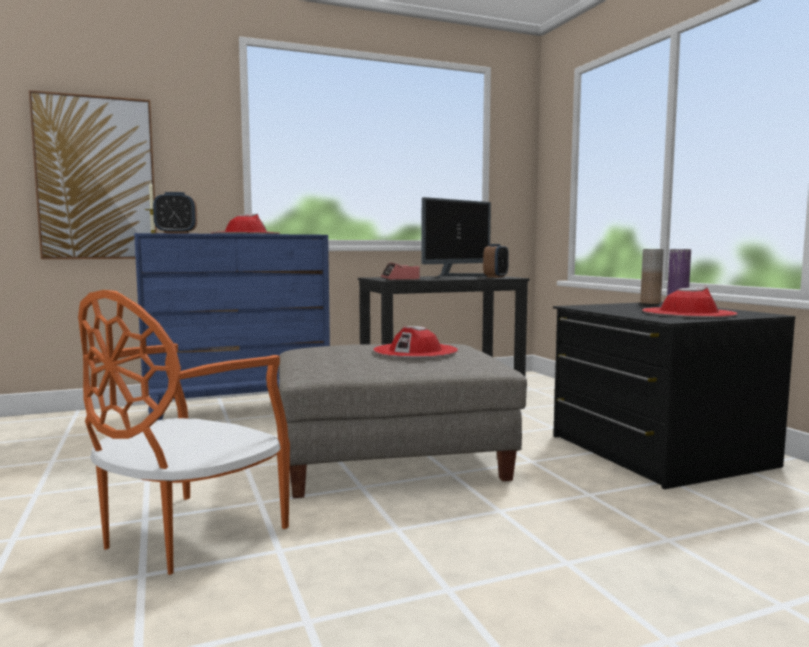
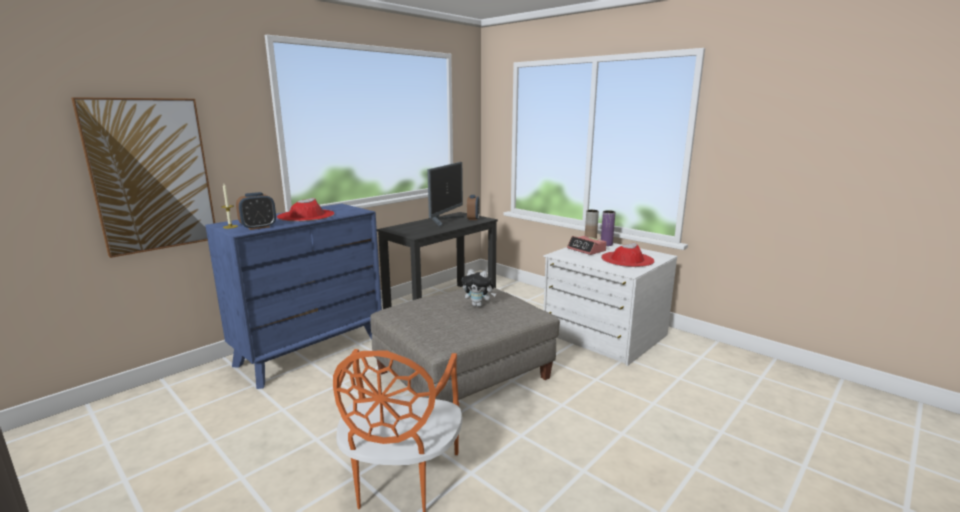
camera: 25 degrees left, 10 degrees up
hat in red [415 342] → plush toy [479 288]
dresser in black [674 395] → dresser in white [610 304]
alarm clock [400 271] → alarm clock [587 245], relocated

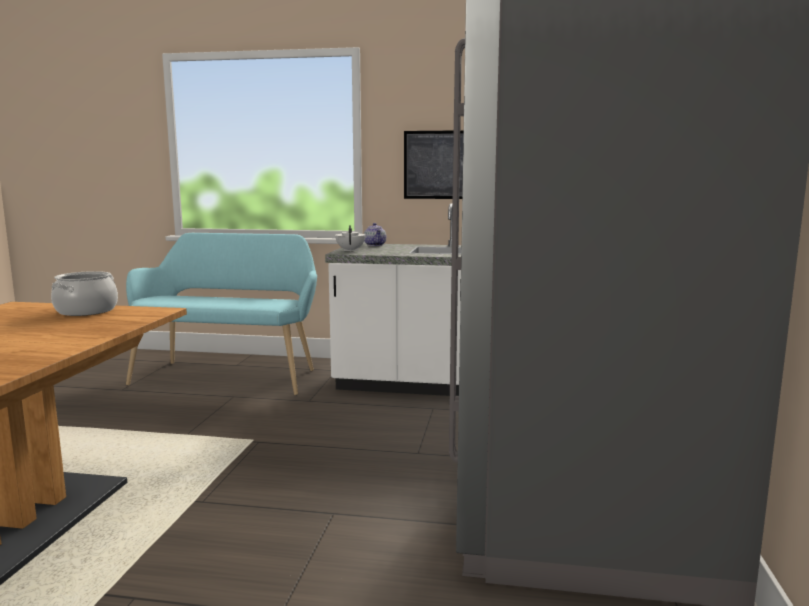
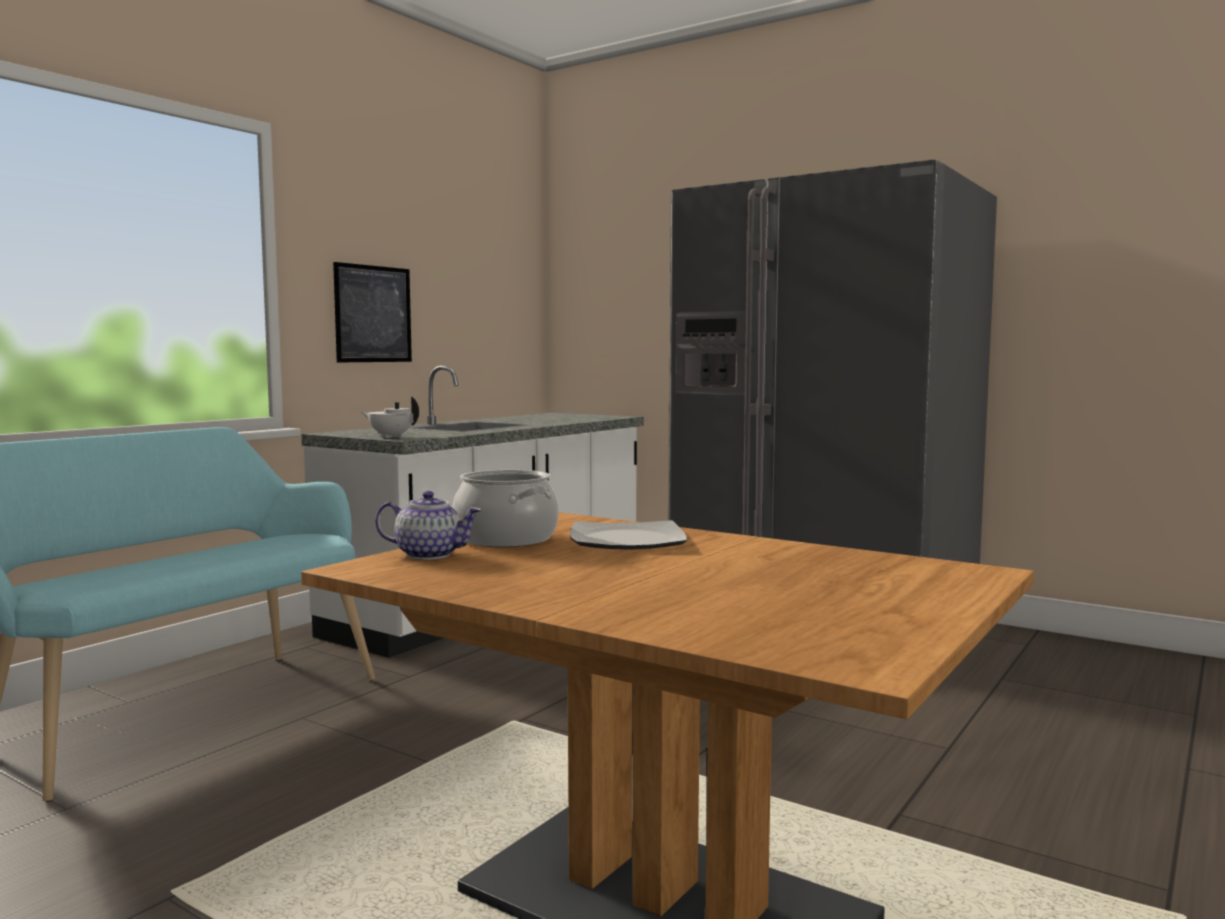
camera: 65 degrees left, 5 degrees down
teapot [375 234] → teapot [428 525], relocated
- → plate [628 535]

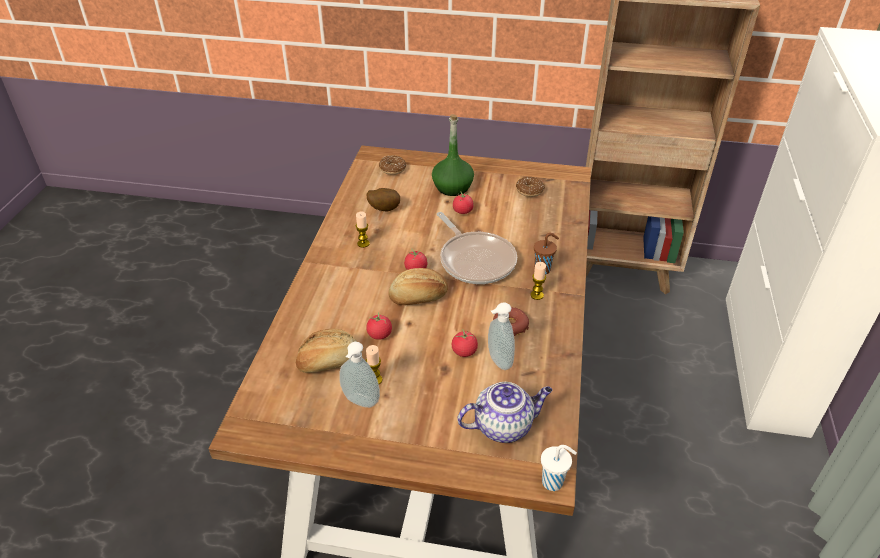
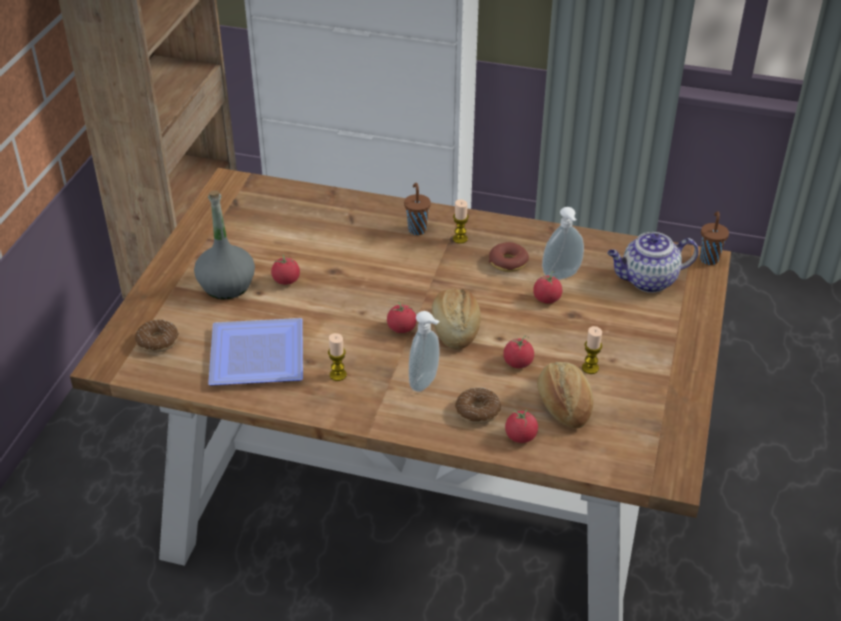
camera: 85 degrees left, 0 degrees up
bottle in green [453 155] → bottle in grey [224 245]
potato [383 199] → plate [255 351]
soap dispenser [359 375] → soap dispenser [424 351], relocated
donut [530 187] → donut [478 406], relocated
- → tomato [521 426]
teapot [504 412] → teapot [653 262], 90 degrees counterclockwise
cup in white [559 468] → cup in brown [714 238]
frying pan [477 248] → -

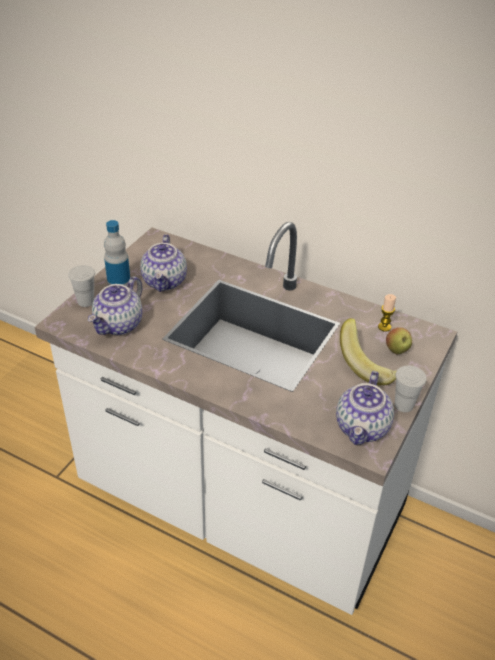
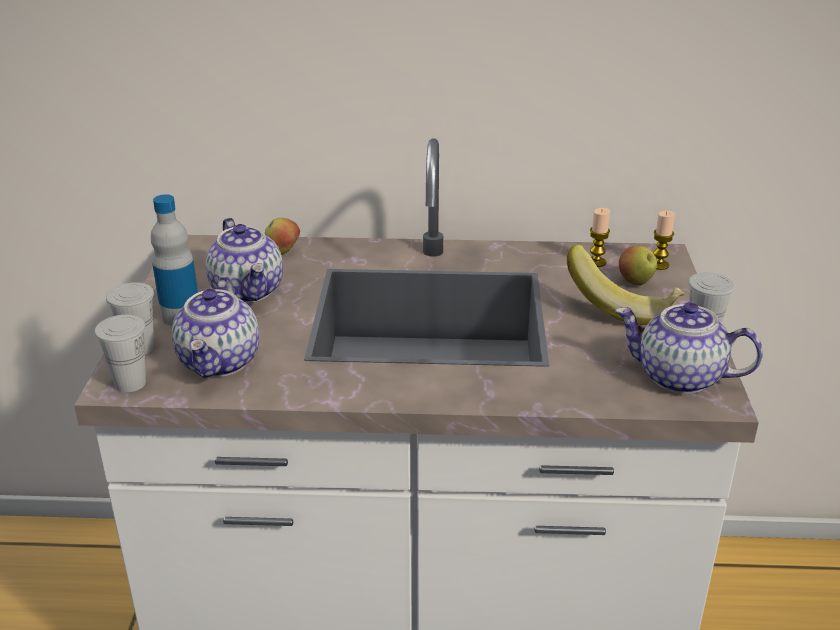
camera: 25 degrees left, 10 degrees down
- → cup in white [120 353]
- → apple [282 236]
teapot [365 408] → teapot [689 348], 120 degrees clockwise
- → candle [664 240]

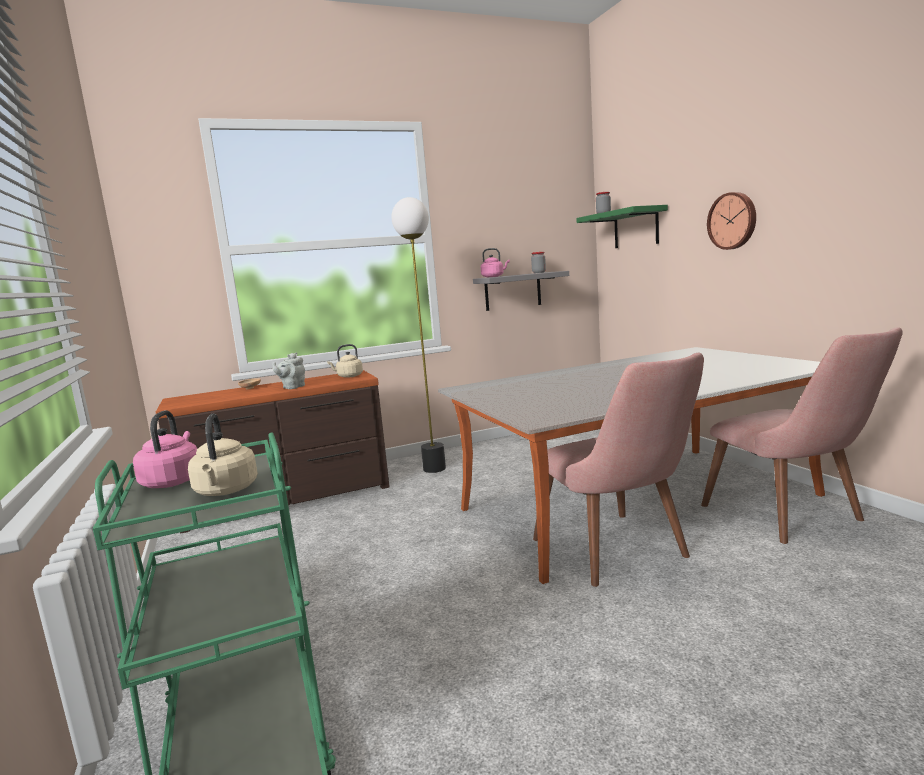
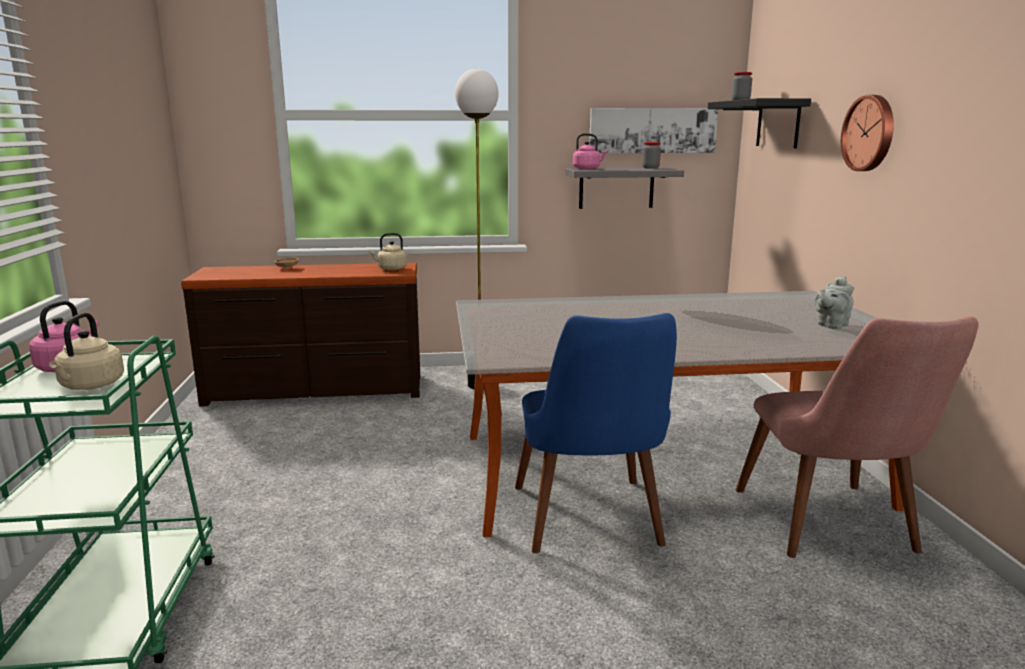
camera: 15 degrees right, 5 degrees up
chair in pink [618 470] → chair in blue [596 433]
- → picture [653 130]
shelf in green [622 226] → shelf in black [759 123]
teapot in grey [288 371] → teapot in grey [834 302], relocated

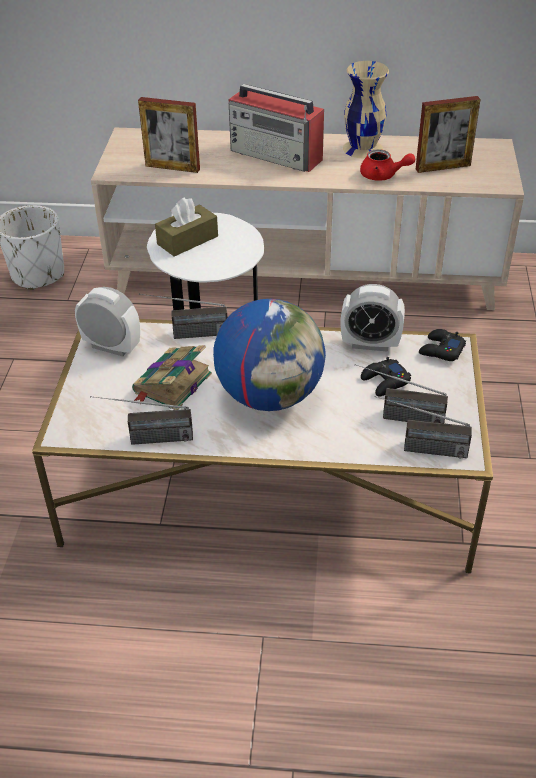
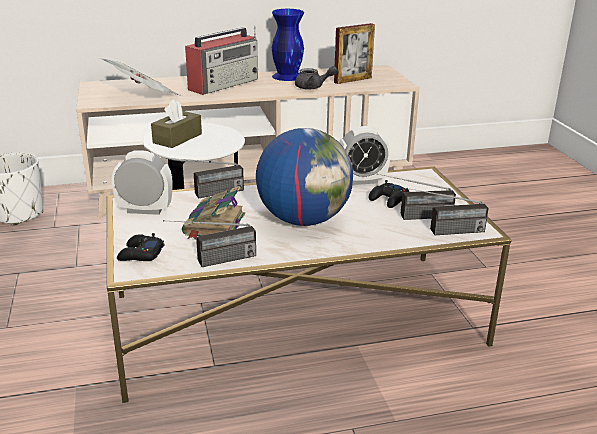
camera: 20 degrees left, 15 degrees down
picture frame [169 135] → newspaper [139 76]
game controller in black [442 345] → game controller in black [140 247], relocated
radio [276 128] → radio [221 60], 60 degrees counterclockwise
vase in beige [366 109] → vase in blue [288 45]
teapot in red [387 165] → teapot in grey [316 78]

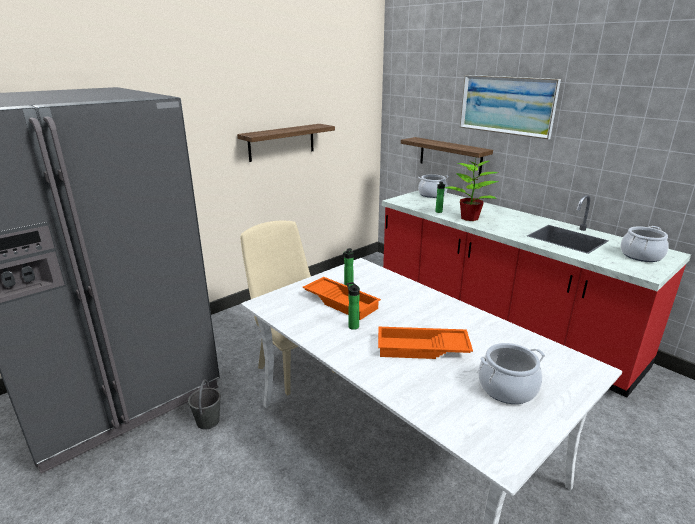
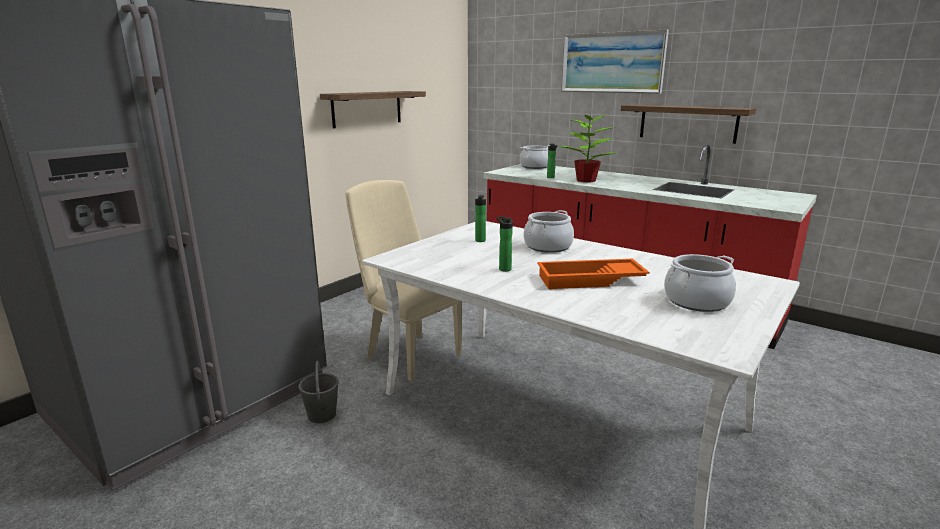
camera: 10 degrees left, 5 degrees down
cooking pot [645 244] → cooking pot [549 231], relocated
shelf [447 156] → shelf [688 124], relocated
tray in orange [342 298] → -

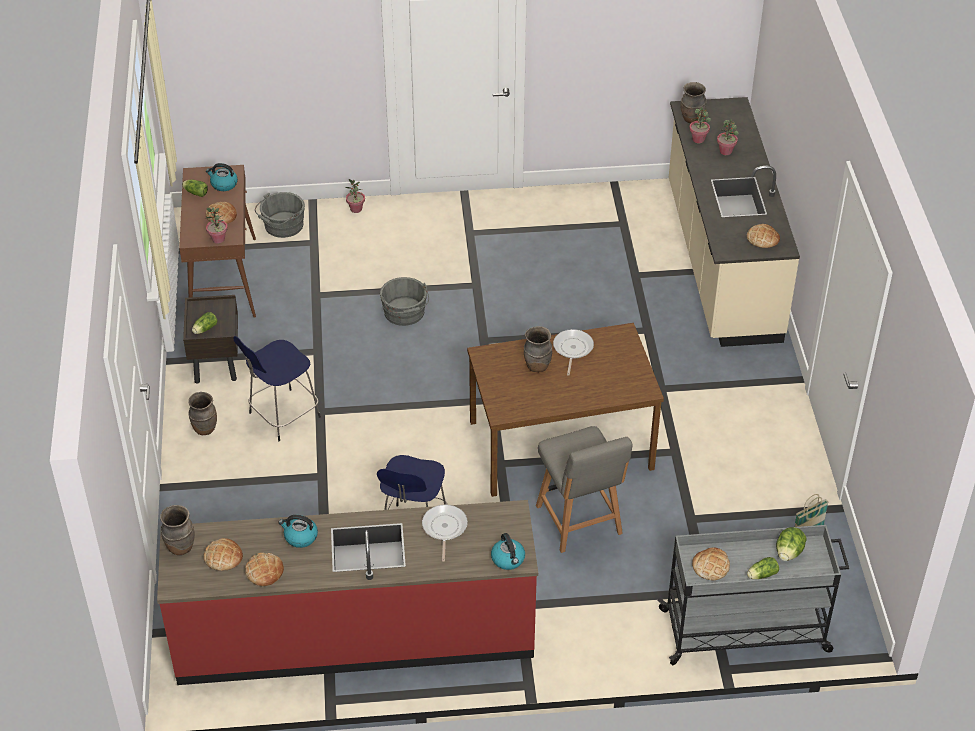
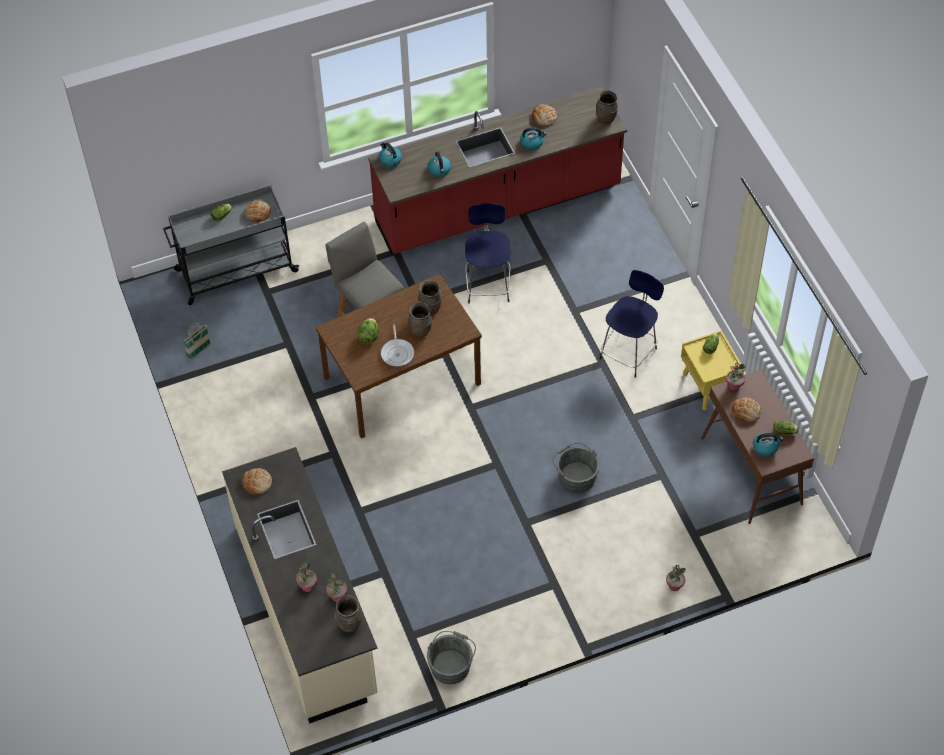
camera: 165 degrees right, 10 degrees up
lettuce [791 544] → lettuce [368 331], relocated
vase in brown [202 414] → vase in brown [430 297], relocated
bucket in grey [280 215] → bucket in grey [451 657], relocated
frying pan [445 533] → kettle [439 164]
nightstand in brown [210 339] → nightstand in yellow [712 370]
bread [223 554] → -

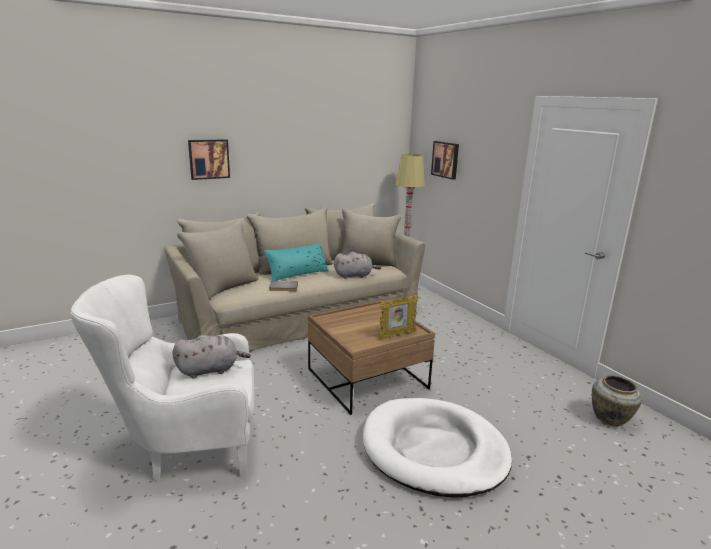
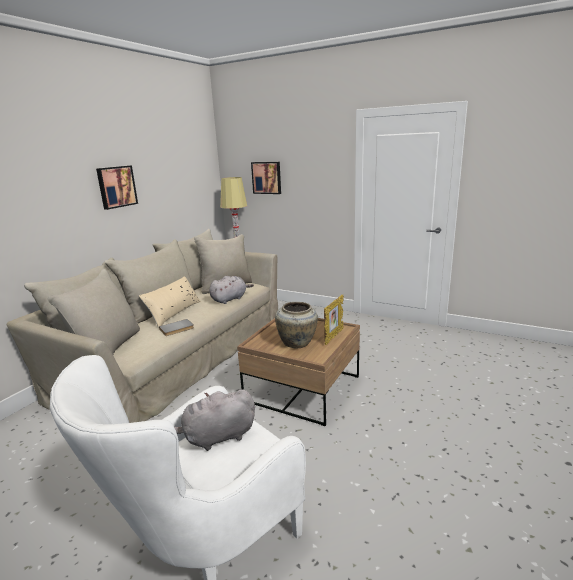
camera: 30 degrees left, 0 degrees up
picture [209 159] → picture [117 187], relocated
pillow in turquoise [296 262] → pillow in beige [170 302]
plush toy in grey [211 357] → plush toy in grey [214 420], 150 degrees counterclockwise
vase in beige [617 400] → vase in beige [296 325], relocated
dog bed in white [437 448] → -

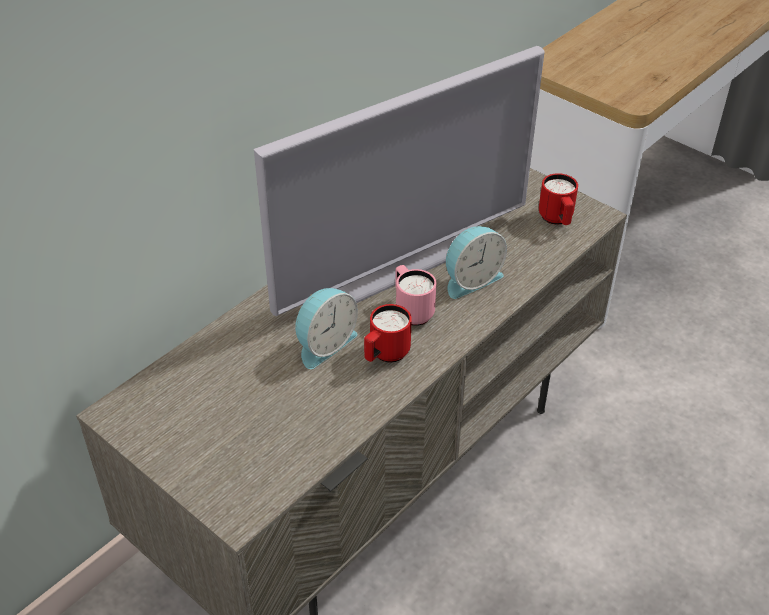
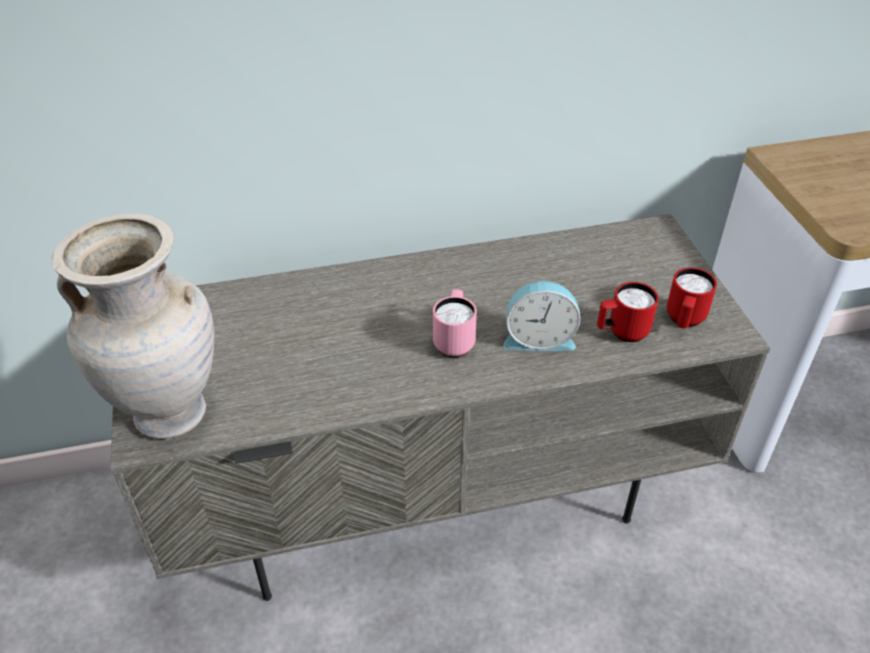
camera: 35 degrees right, 0 degrees up
- → vase in beige [133 326]
mug in red [388 333] → mug in red [628 312], relocated
television [399 181] → -
alarm clock [326 328] → -

